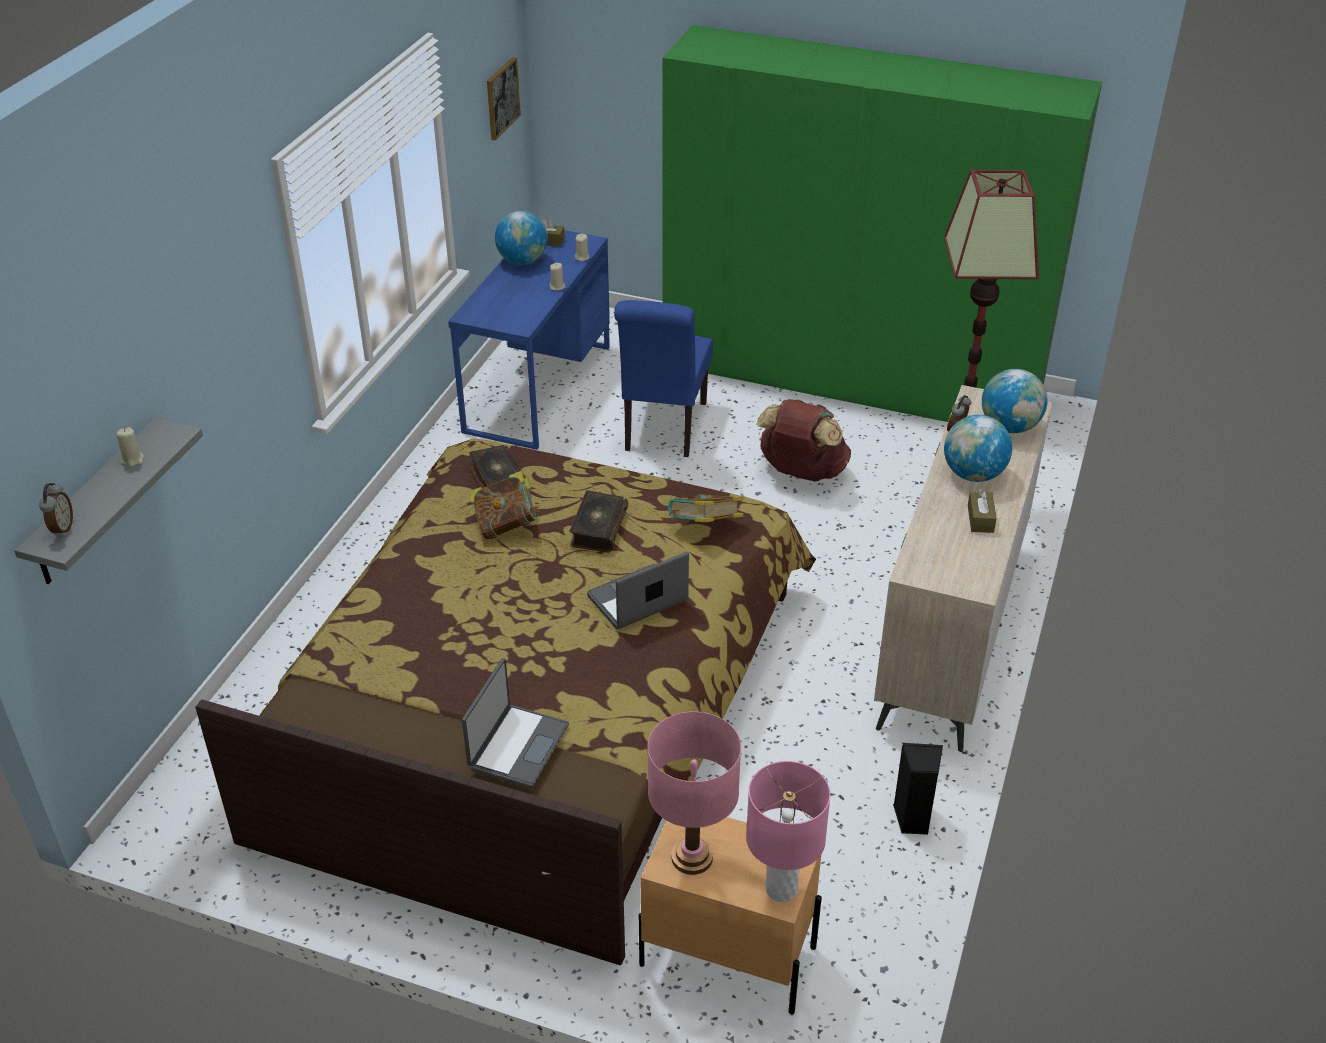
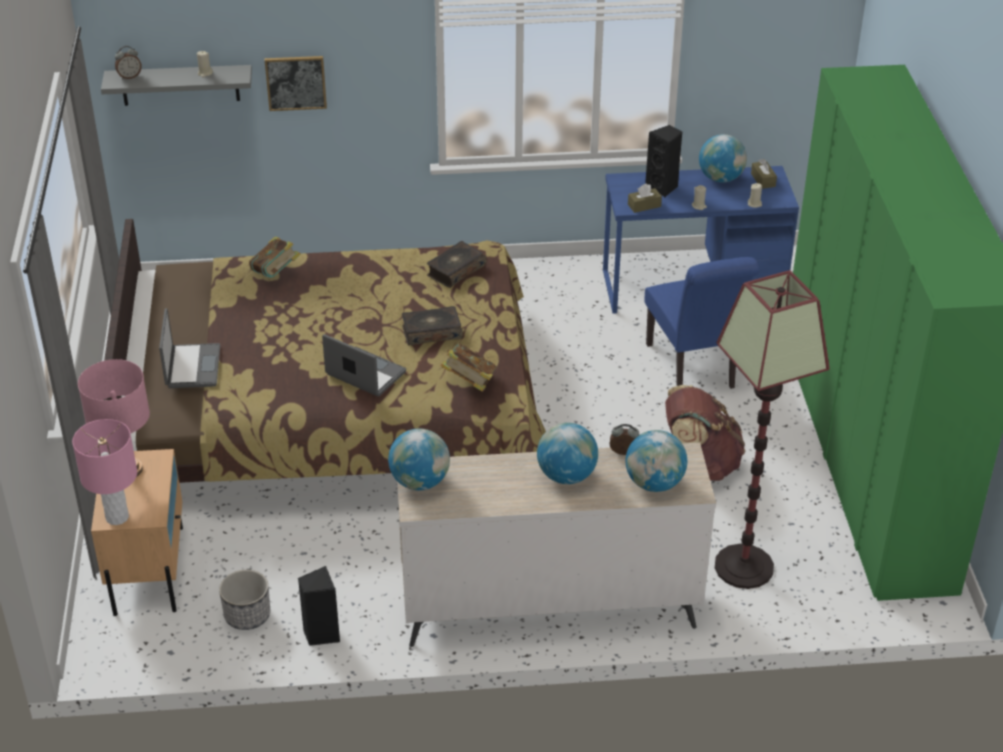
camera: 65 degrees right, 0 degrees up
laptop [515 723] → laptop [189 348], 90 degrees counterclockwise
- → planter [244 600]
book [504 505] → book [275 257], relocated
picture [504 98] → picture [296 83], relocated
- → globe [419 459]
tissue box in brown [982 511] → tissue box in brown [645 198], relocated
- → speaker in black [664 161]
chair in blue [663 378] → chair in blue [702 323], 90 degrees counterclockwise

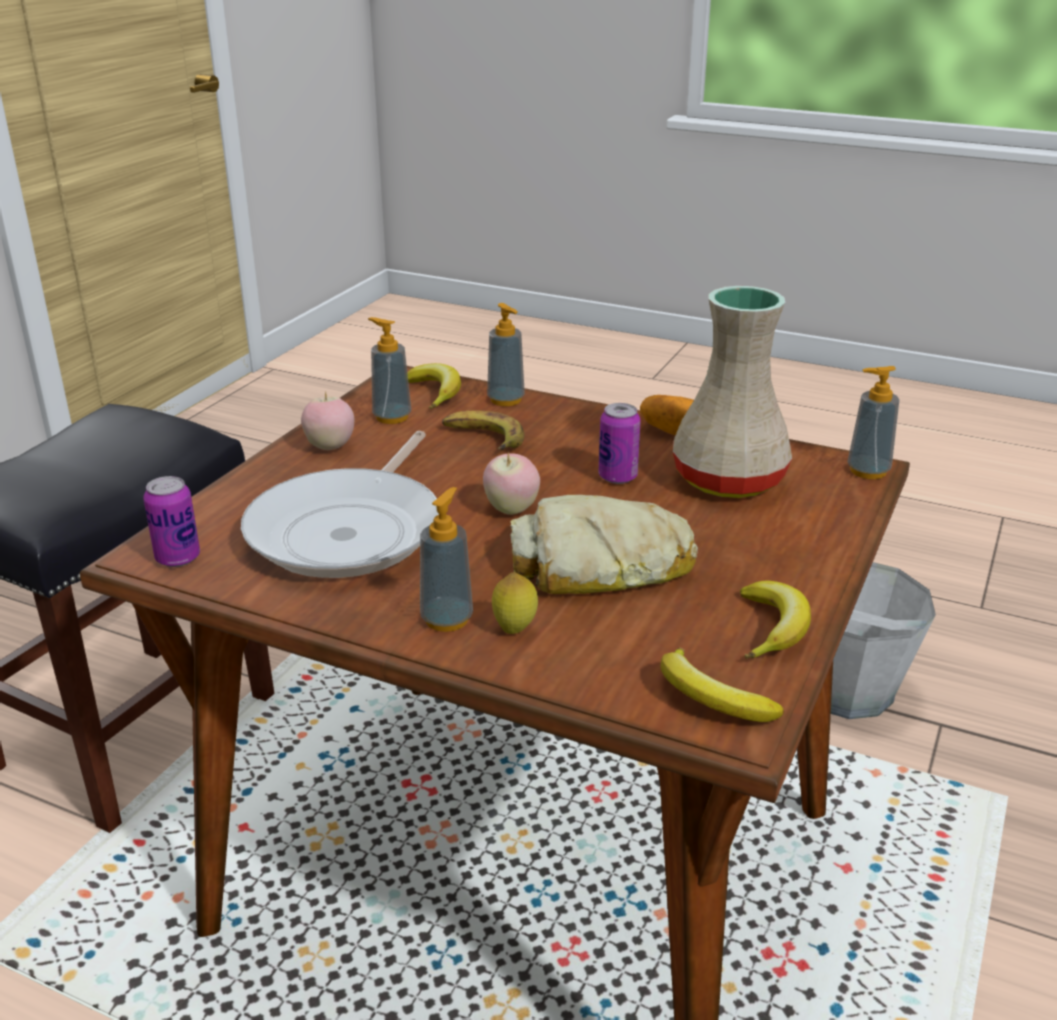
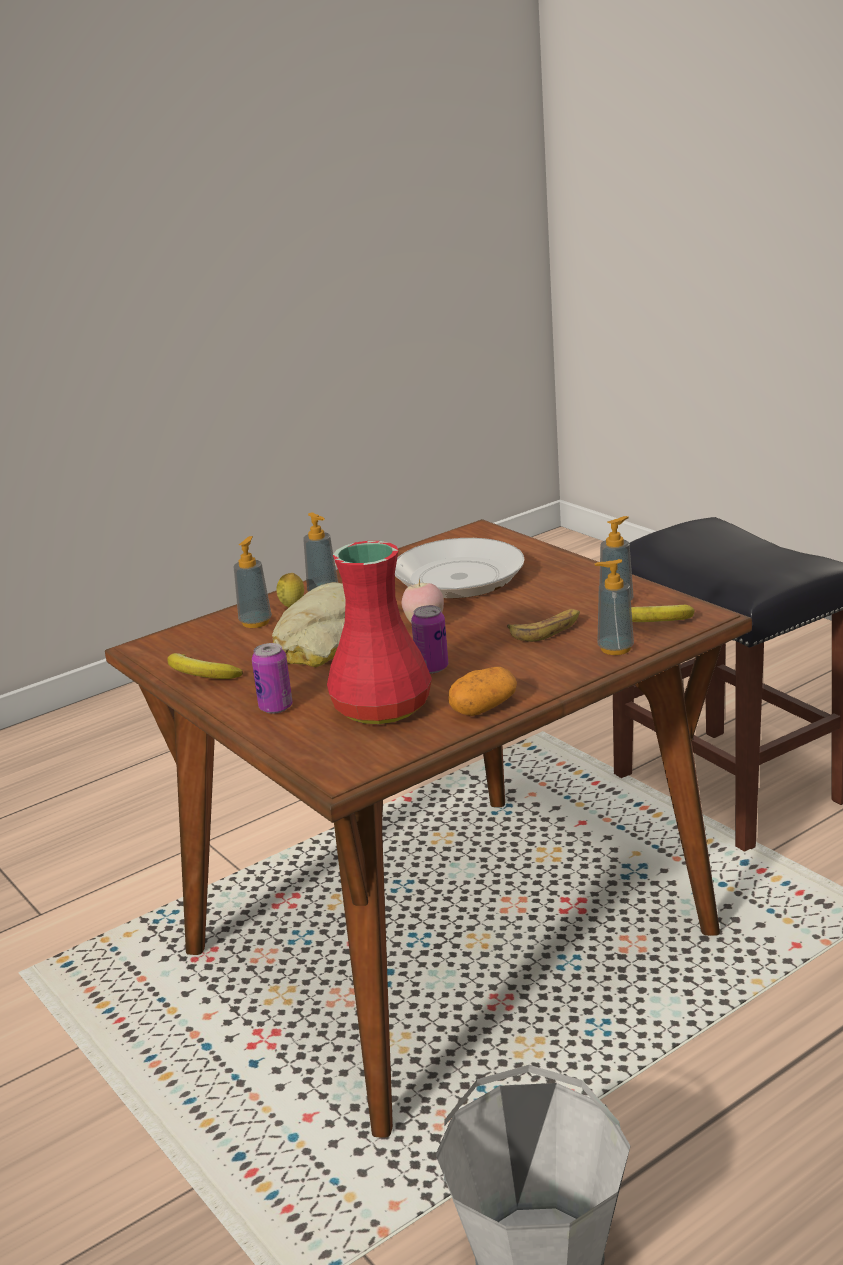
camera: 120 degrees right, 5 degrees down
soap dispenser [873 422] → soap dispenser [252 582], relocated
can [171 521] → can [272 678], relocated
vase in beige [732 392] → vase in red [379 632]
frying pan [340 504] → frying pan [430 568], 150 degrees clockwise
apple [327 421] → -
banana [722 685] → -

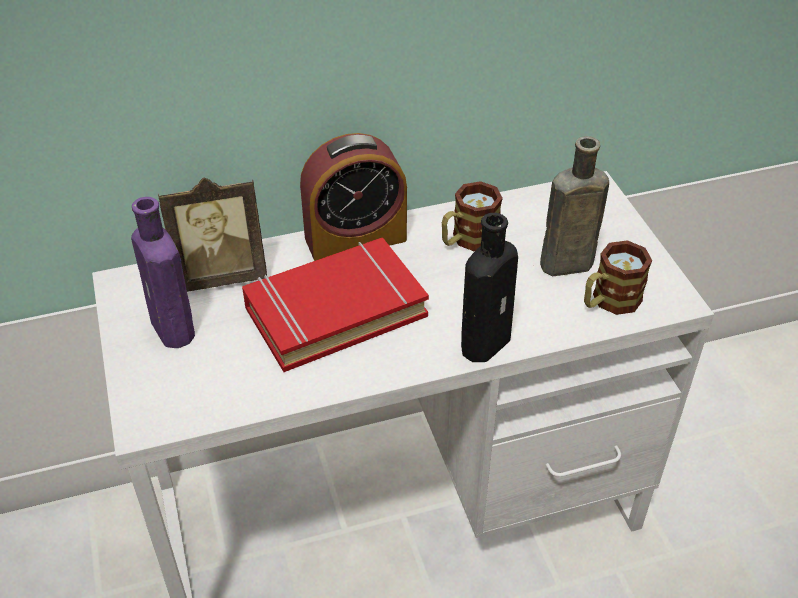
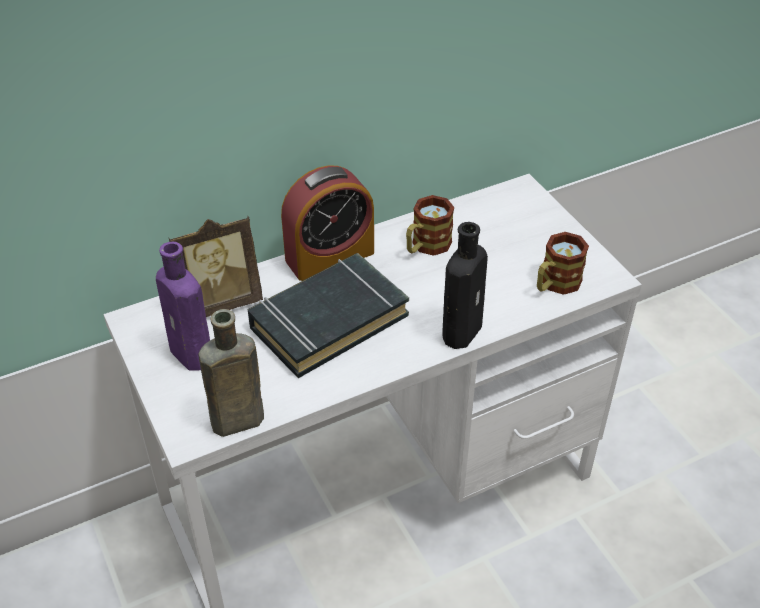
camera: 10 degrees left, 0 degrees up
bottle in brown [574 206] → bottle in brown [231 373], relocated
book in red [335 305] → book in black [328 315]

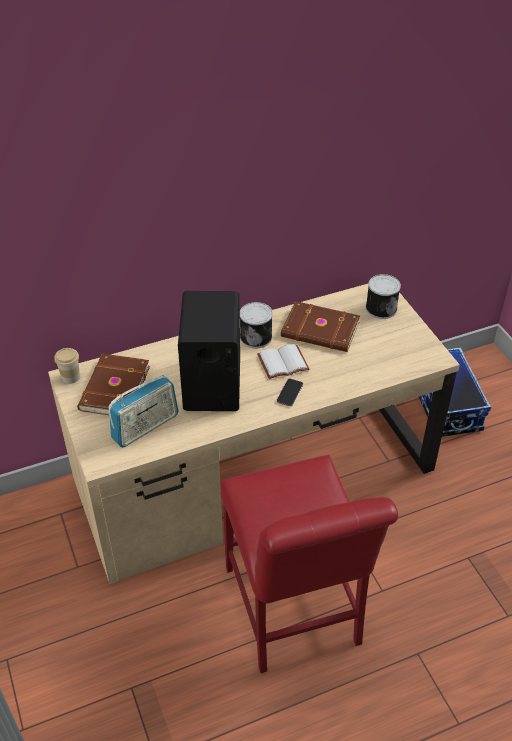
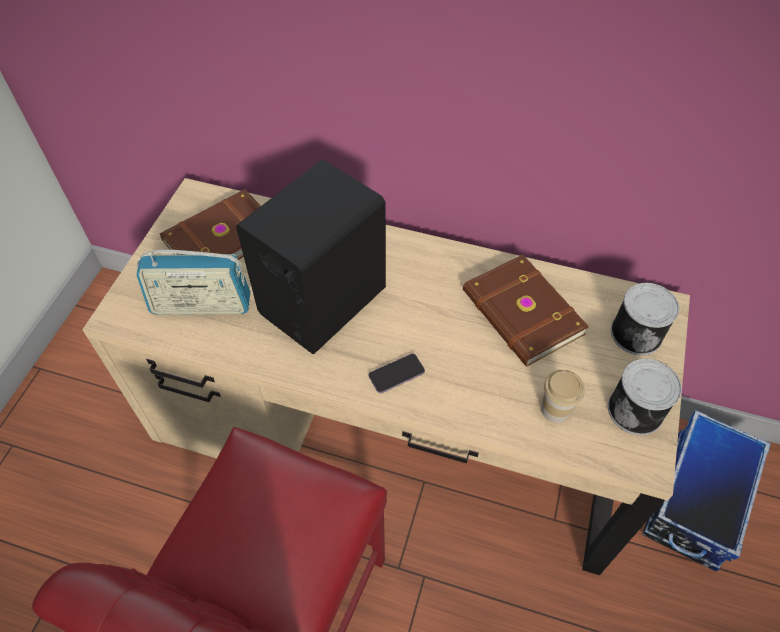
camera: 40 degrees right, 10 degrees up
cup [67 366] → cup [563 396], relocated
can [256 325] → can [645 396], relocated
book in white [283 361] → -

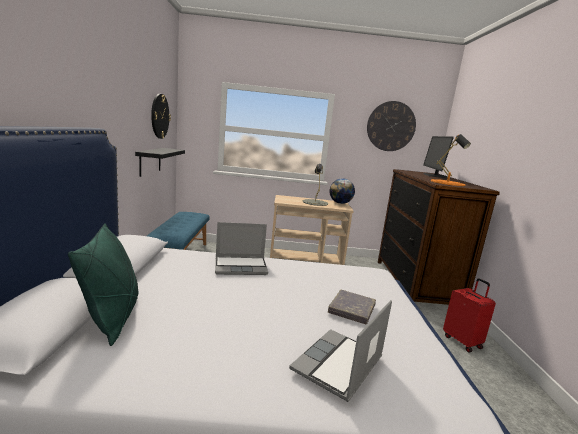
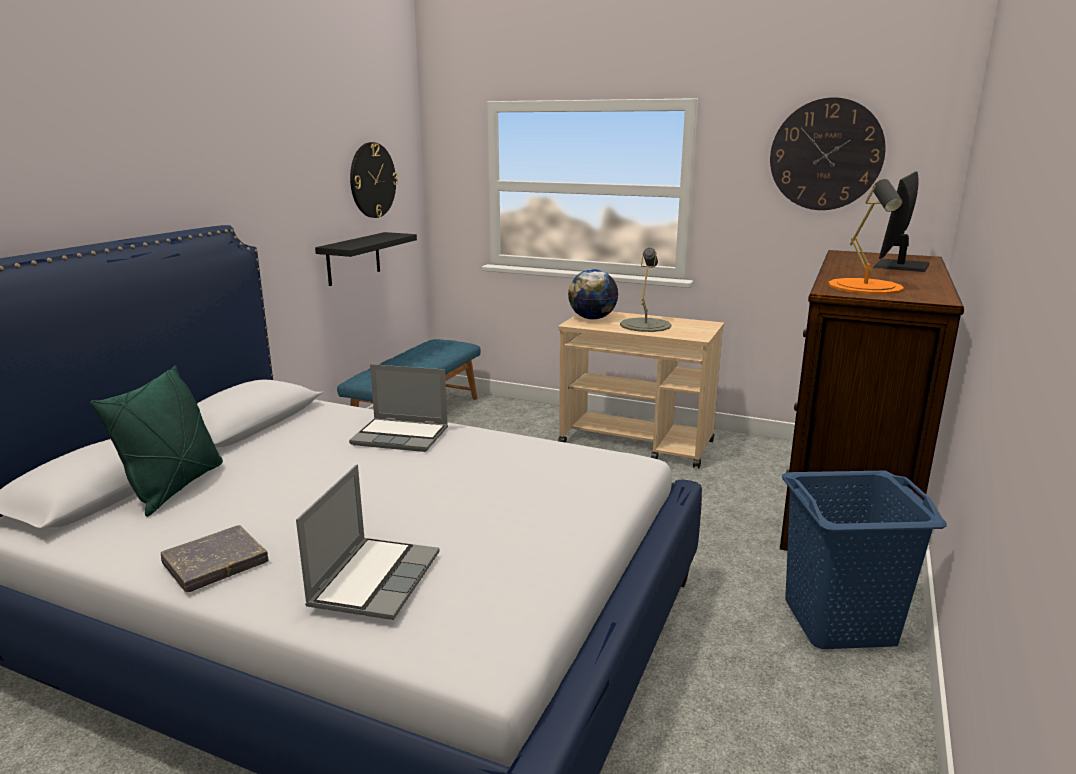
camera: 25 degrees right, 5 degrees up
book in grey [352 307] → book in grey [215 558], relocated
laptop [340 351] → laptop [367 542], 135 degrees clockwise
globe [342 191] → globe [593 294], relocated
suitcase in red [469 315] → laundry basket in blue [864 560]

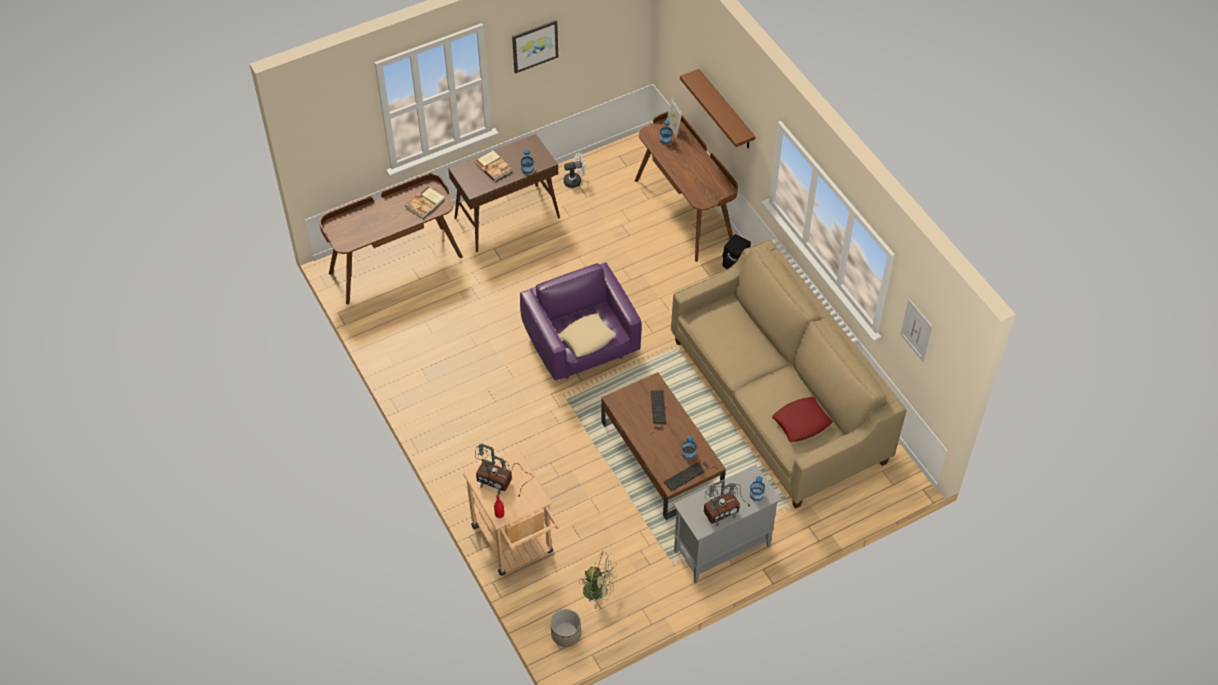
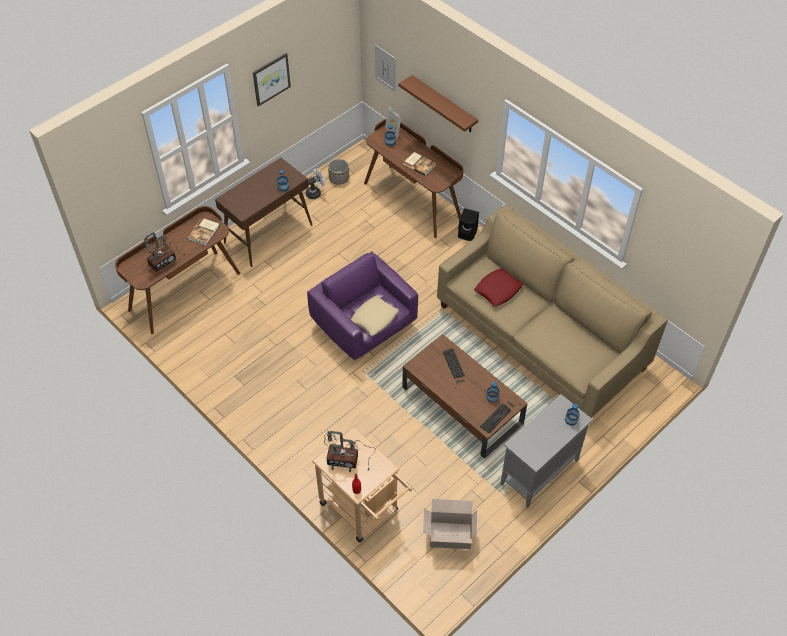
camera: 15 degrees left, 0 degrees up
table lamp [727 503] → table lamp [163 252], relocated
planter [565 628] → planter [338 172], relocated
picture [916 330] → picture [385 68], relocated
book [493 166] → book [419 164], relocated
fan in green [598 580] → cardboard box [450 524]
pillow in red [802 419] → pillow in red [498 287], relocated

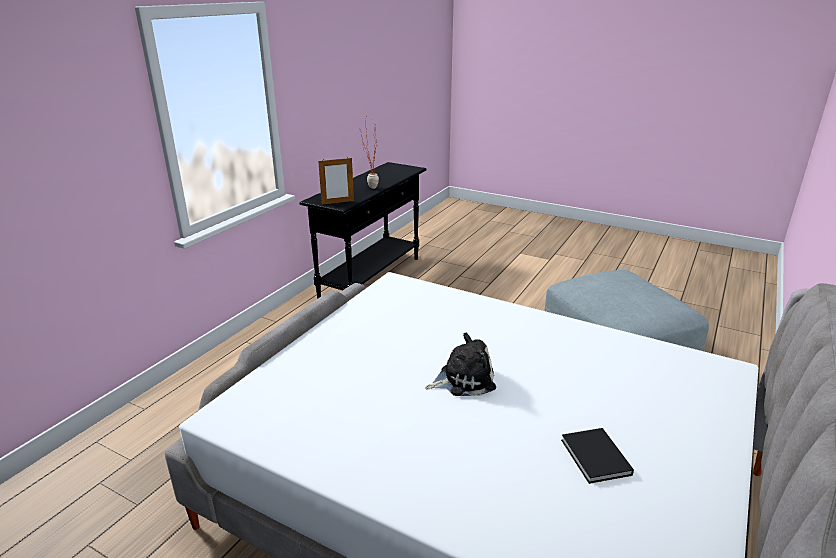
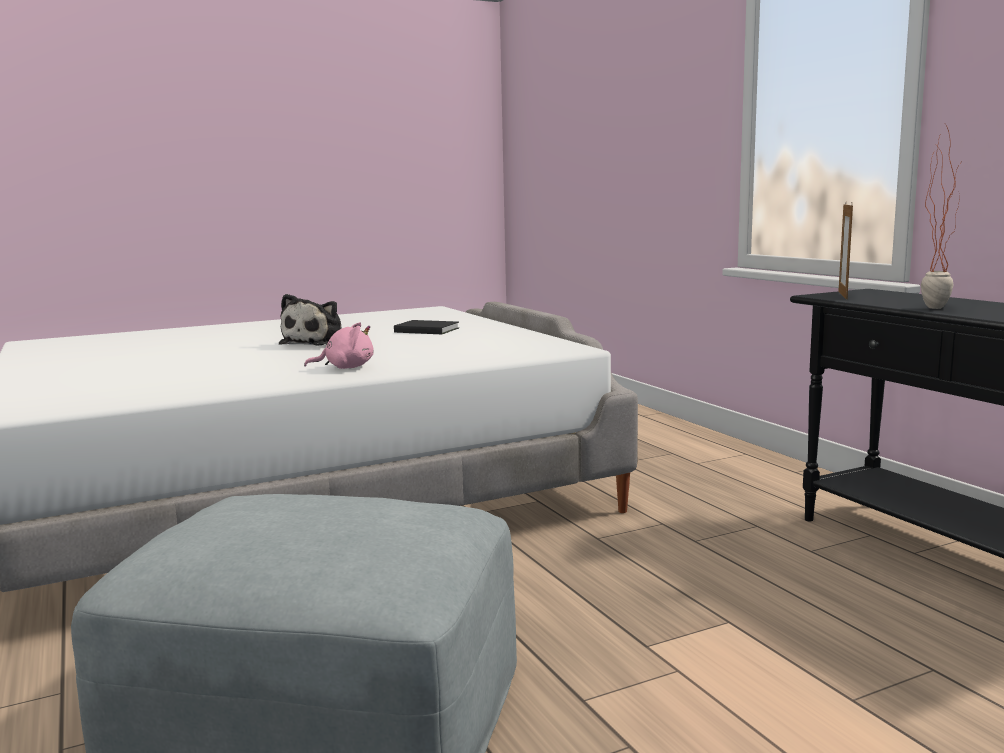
camera: 125 degrees right, 15 degrees down
- → plush toy in pink [339 345]
book in black [597 456] → book in black [426 327], relocated

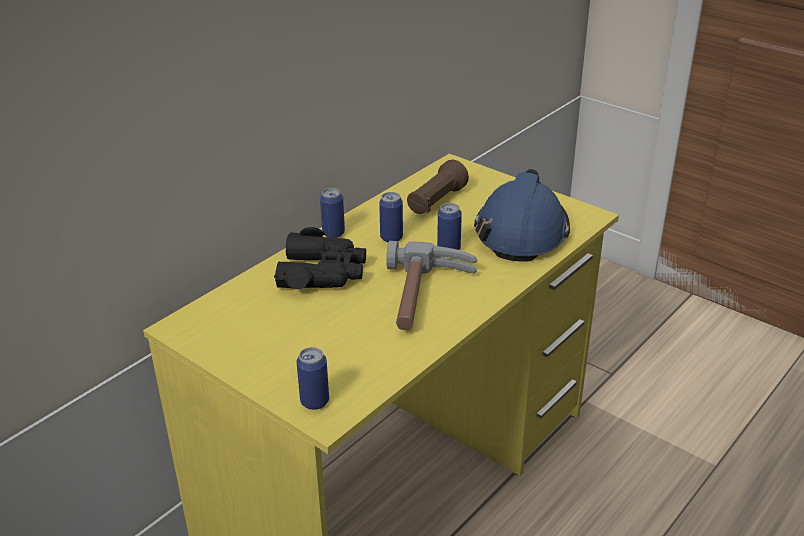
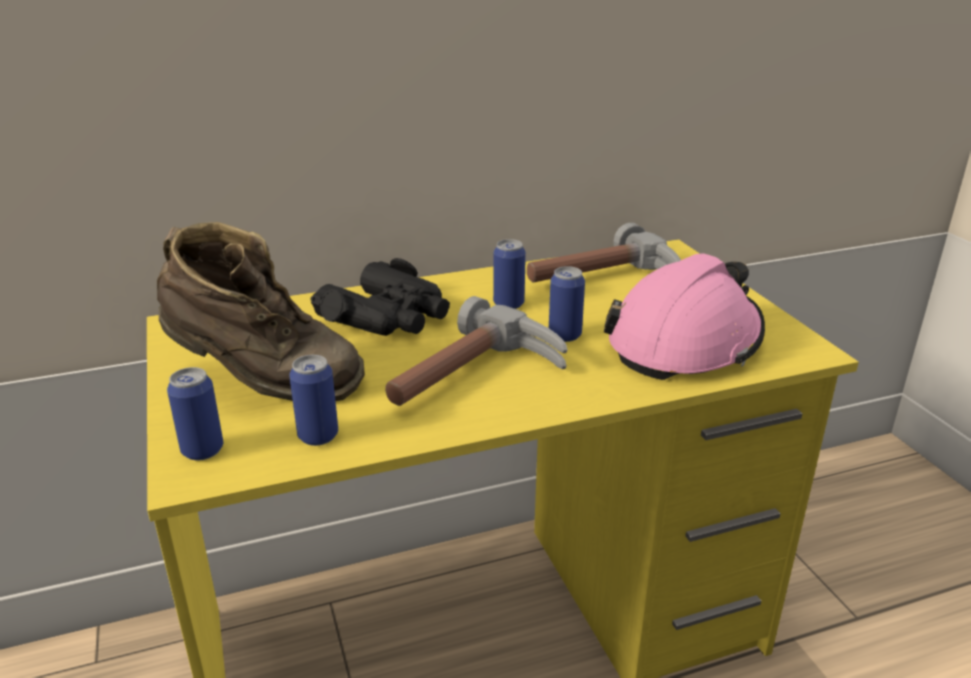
camera: 30 degrees right, 5 degrees down
- → boot in brown [261 311]
can [332 213] → can [313 400], relocated
flashlight in brown [438 187] → hammer [604 252]
hard hat in blue [522 215] → hard hat in pink [684 317]

